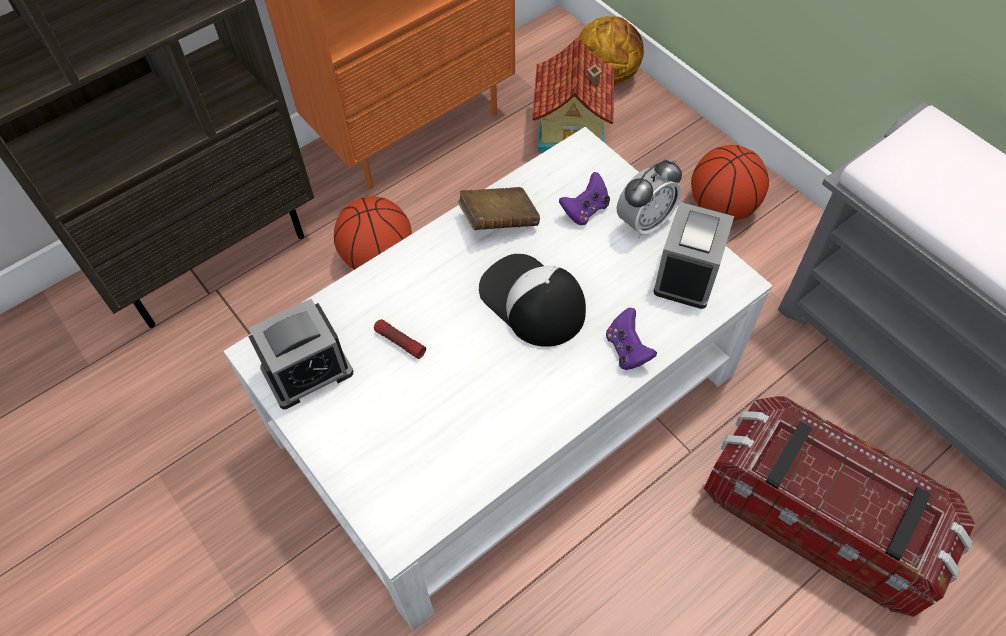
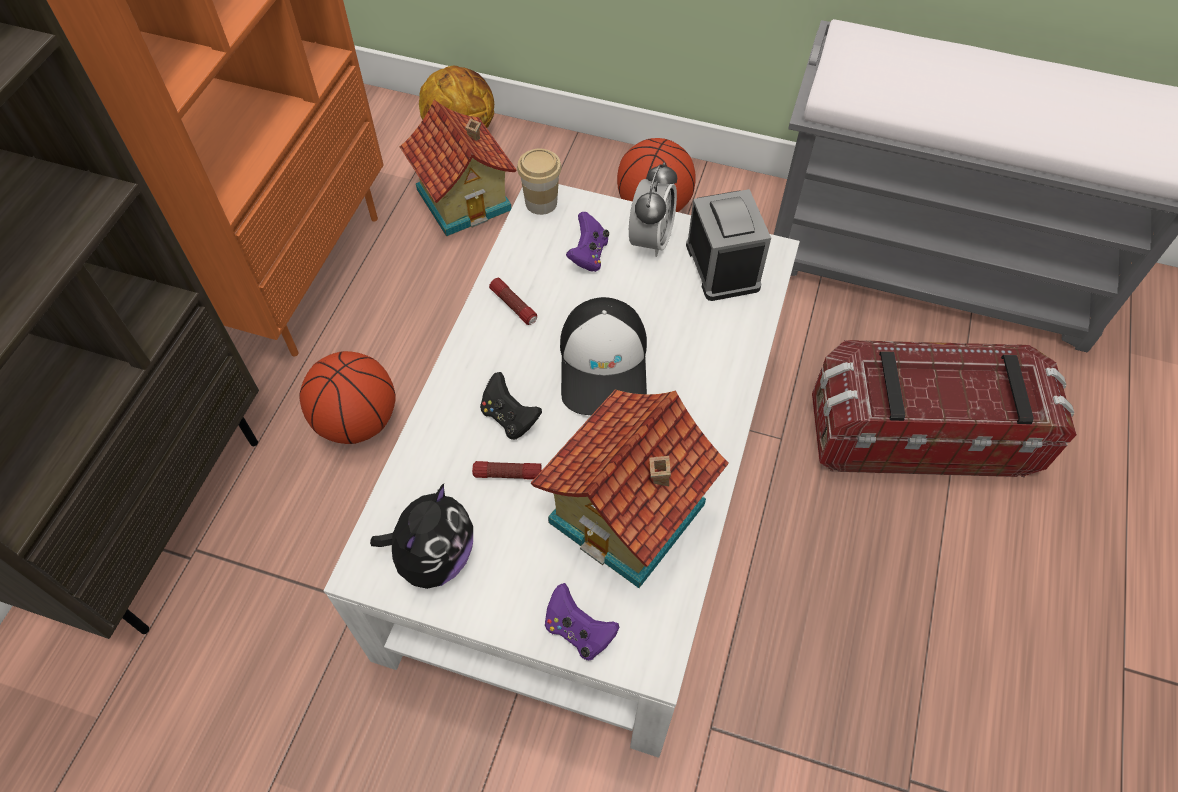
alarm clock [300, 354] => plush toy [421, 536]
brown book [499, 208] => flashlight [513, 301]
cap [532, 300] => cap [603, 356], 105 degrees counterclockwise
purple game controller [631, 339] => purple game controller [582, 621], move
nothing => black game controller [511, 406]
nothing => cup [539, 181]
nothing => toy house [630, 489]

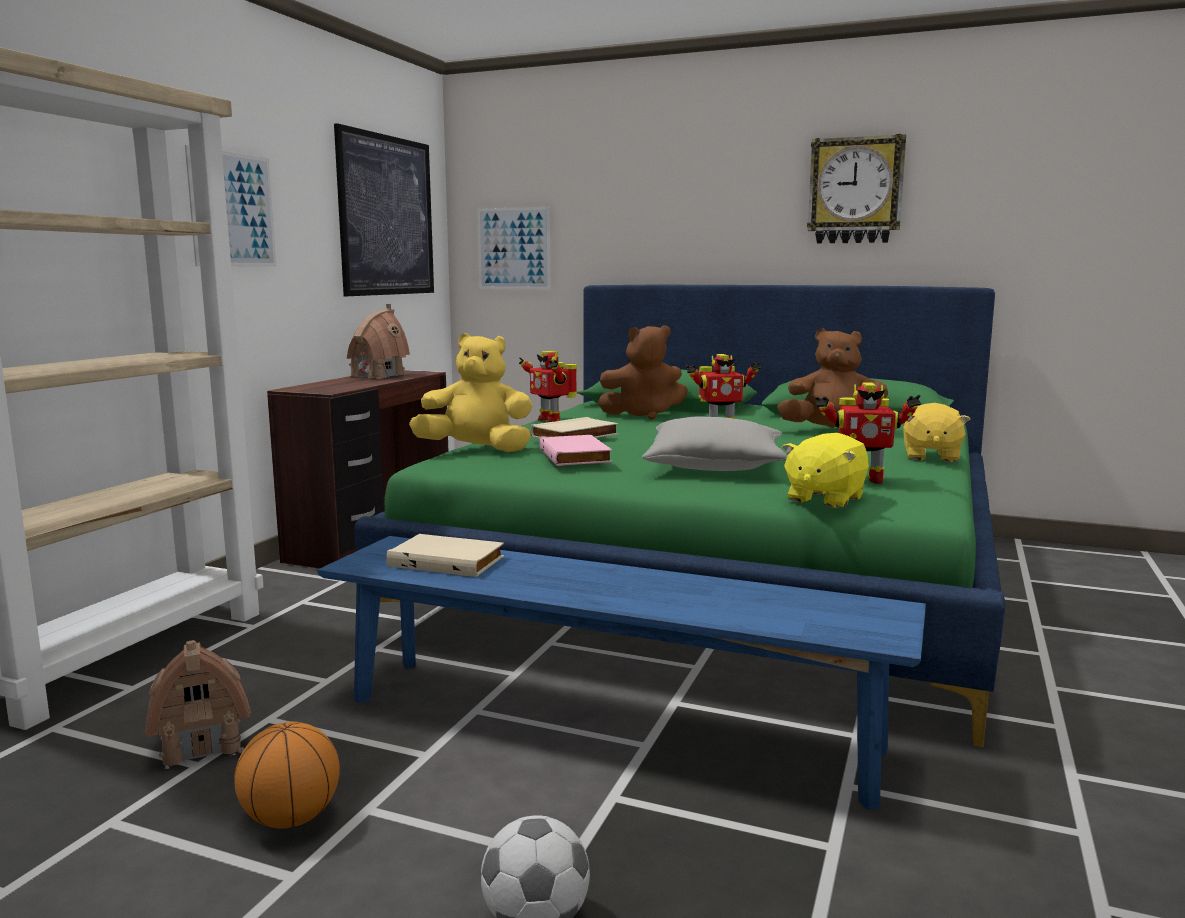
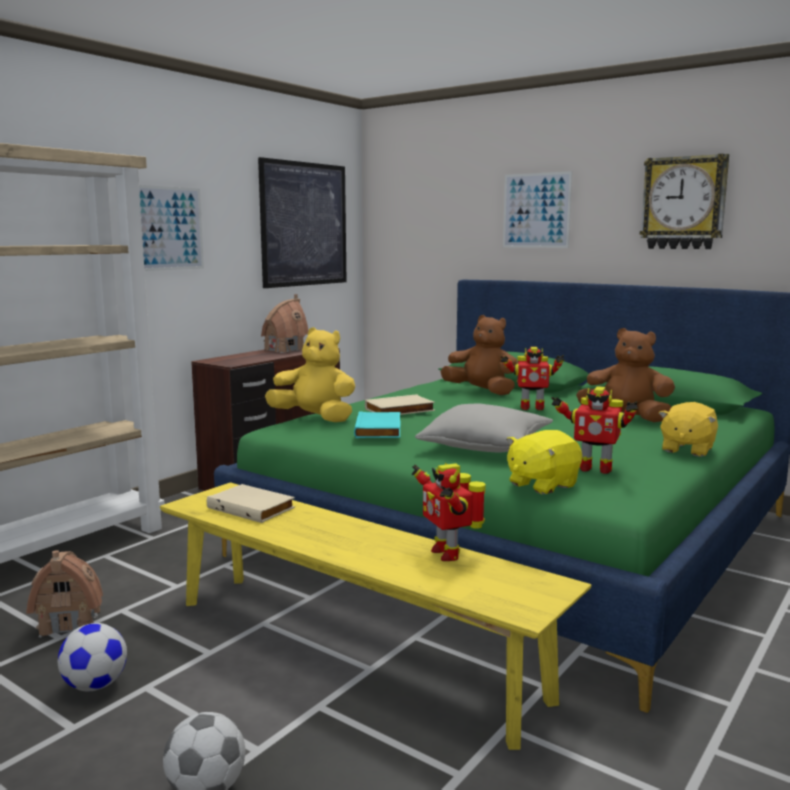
basketball [287, 775] => football [92, 657]
blue bench [621, 673] => yellow bench [376, 616]
picture [513, 248] => picture [537, 209], move
toy robot [548, 387] => toy robot [448, 512], move
pink book [575, 450] => turquoise book [377, 424]
brown plush toy [642, 372] => brown plush toy [479, 355], 150 degrees counterclockwise

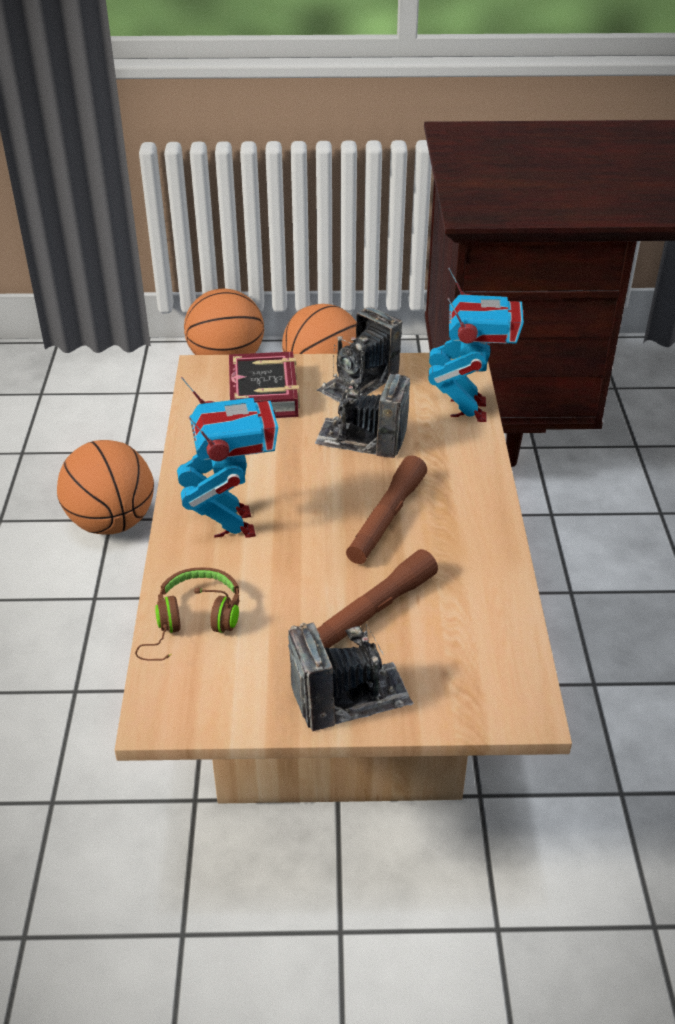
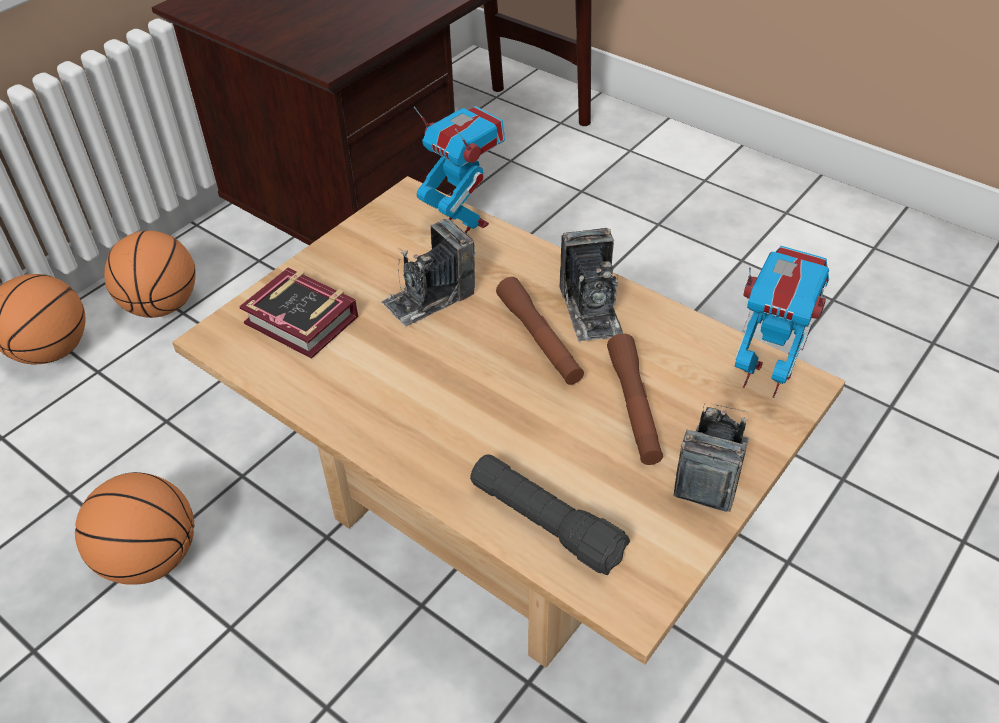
brown headphones [187, 614] => black flashlight [550, 514]
toy robot [227, 457] => toy robot [782, 322], move
photo camera [359, 354] => photo camera [591, 285], move

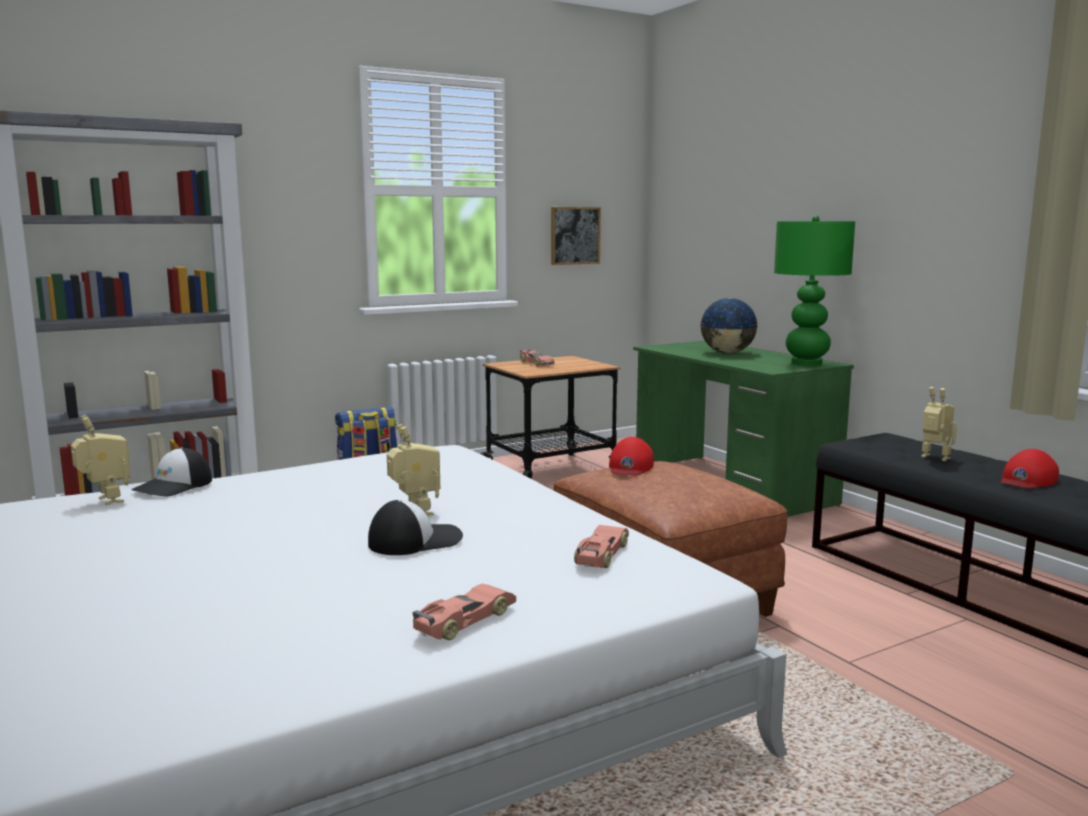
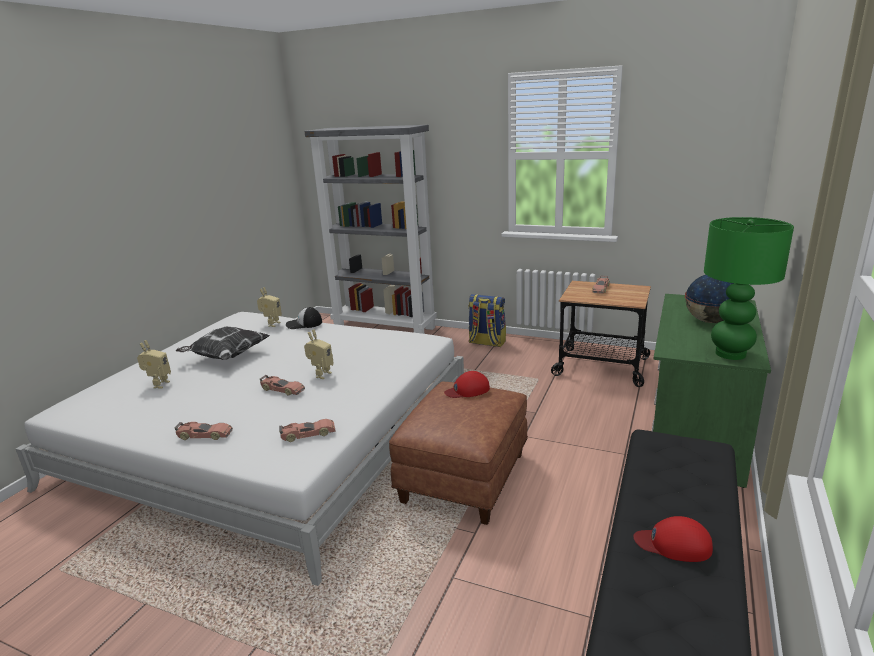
cap [415, 527] => toy car [282, 385]
picture [576, 236] => nothing
toy robot [939, 424] => toy robot [154, 364], move
nothing => pillow [223, 343]

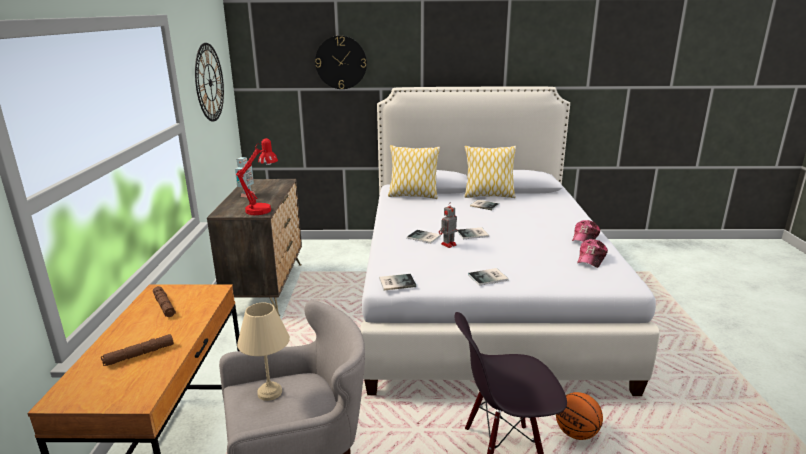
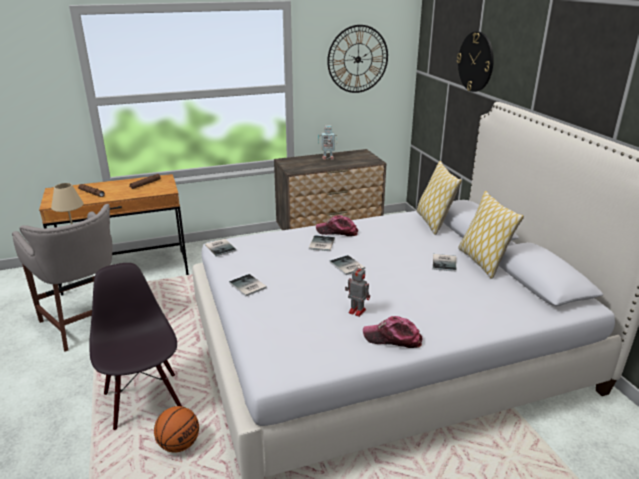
red table lamp [257, 176] => nothing
toy robot [448, 225] => toy robot [357, 291], move
cap [592, 253] => cap [337, 225], move

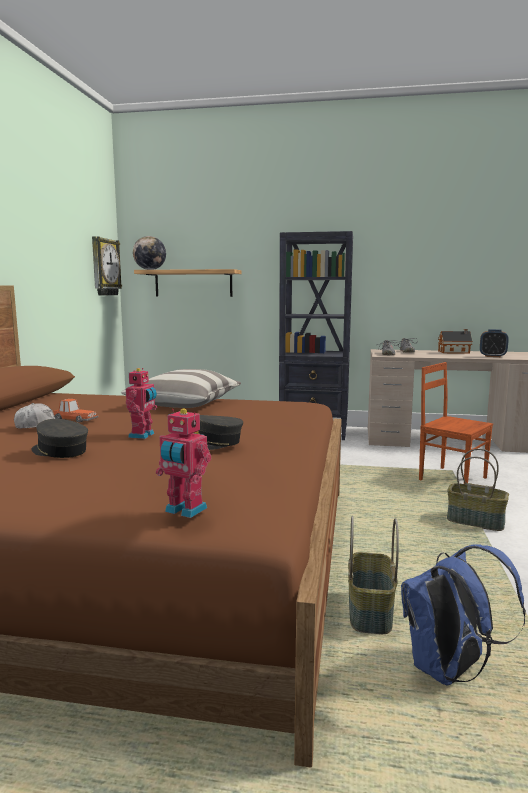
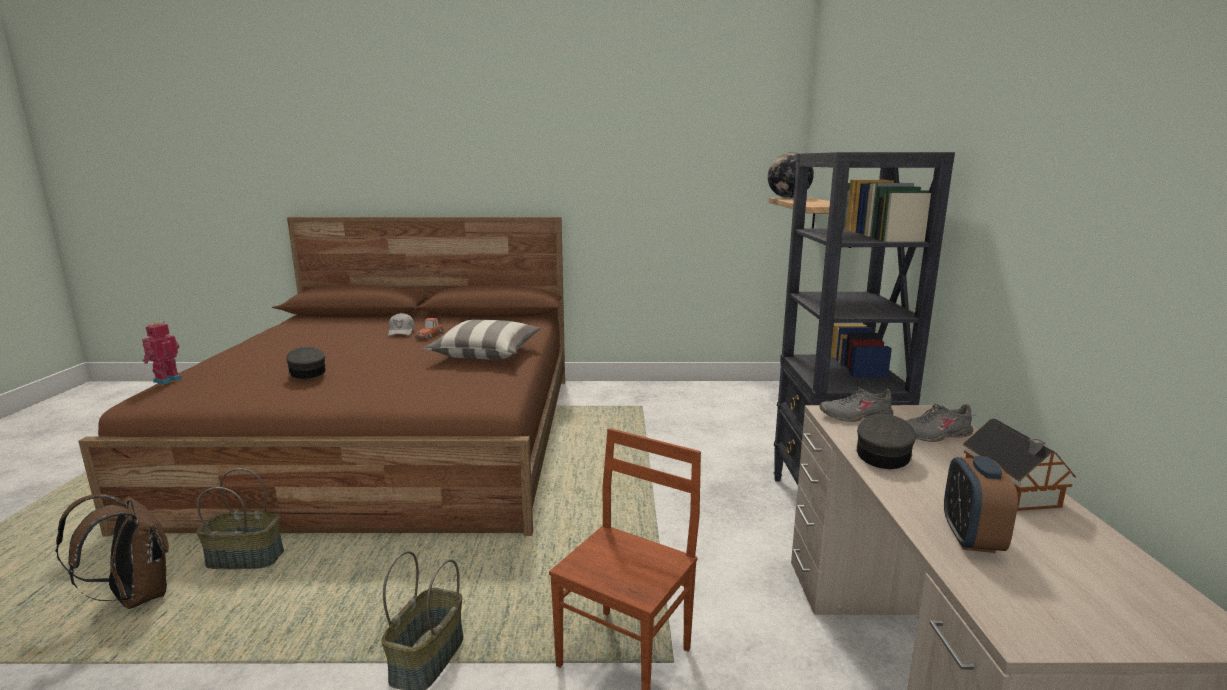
grey cap [60, 438] => grey cap [886, 441], move
wall clock [107, 266] => nothing
toy robot [141, 403] => nothing
blue backpack [463, 615] => brown backpack [112, 551]

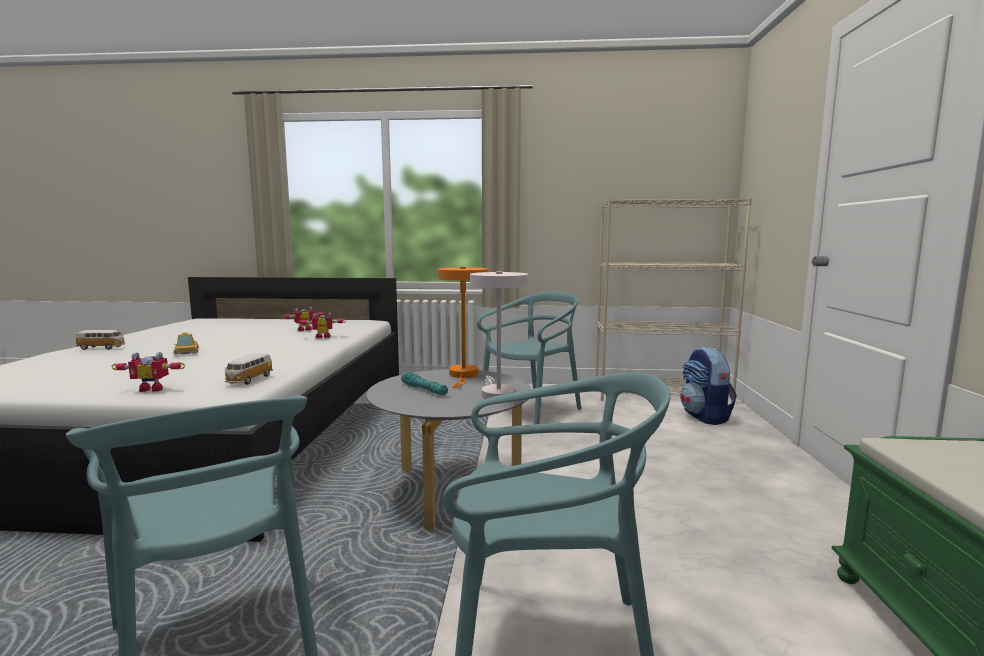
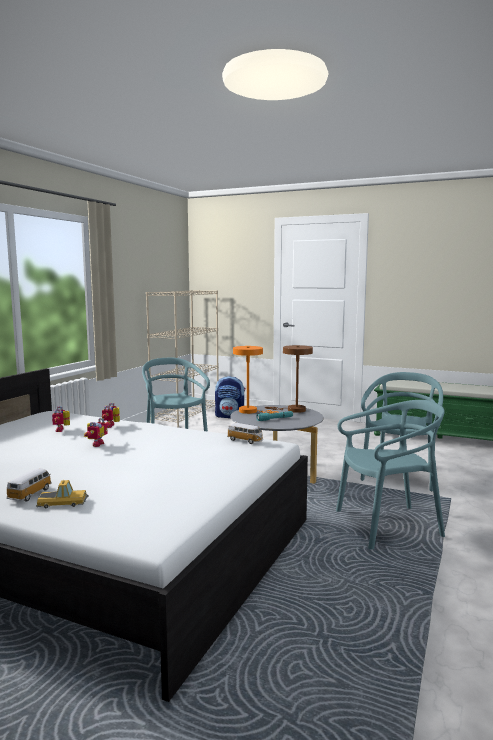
toy robot [148, 372] => toy robot [97, 432], move
toy car [186, 344] => toy car [62, 494], move
white table lamp [499, 335] => brown table lamp [289, 379]

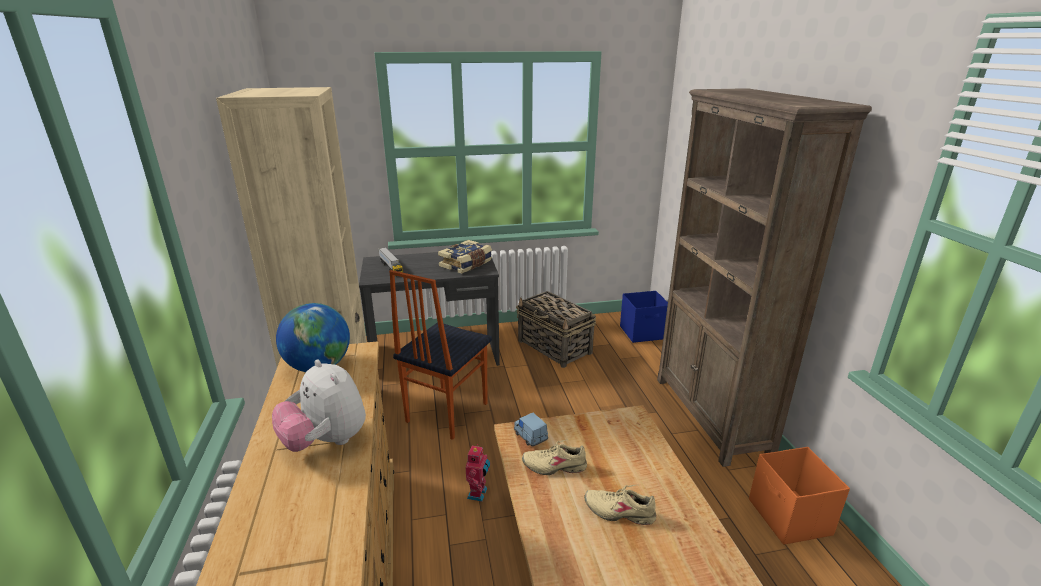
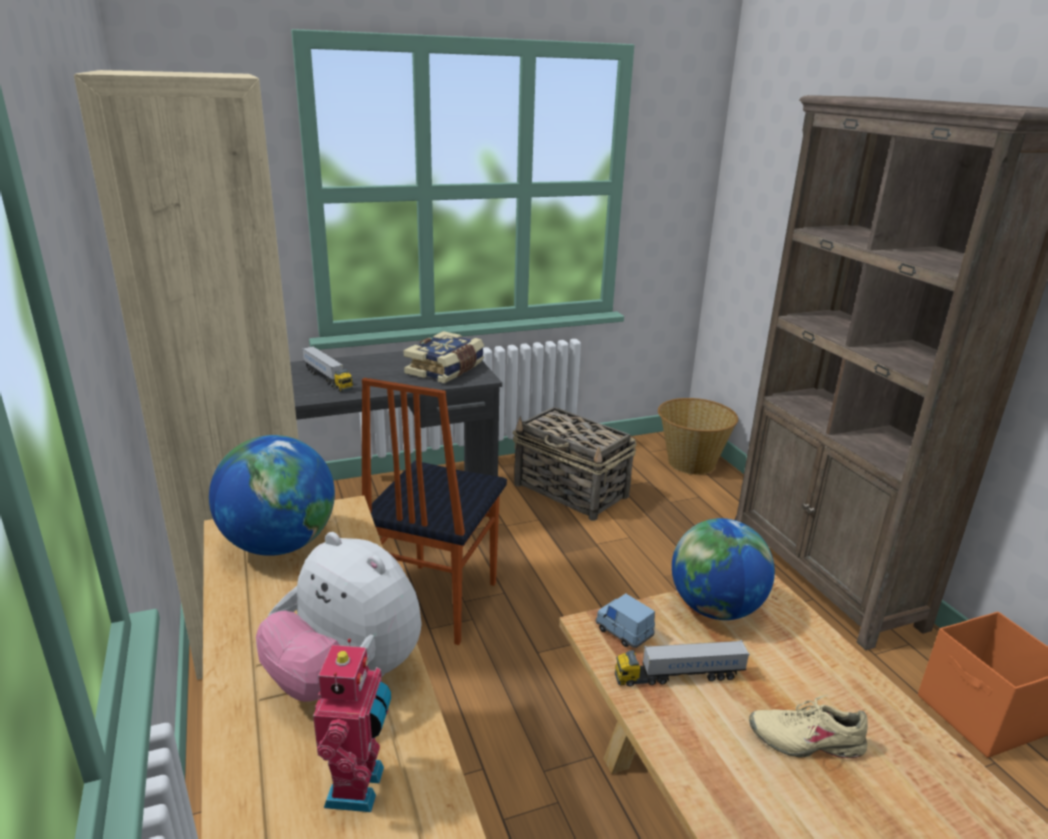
toy robot [478, 473] => toy robot [352, 725], move
beige shoe [554, 457] => toy truck [682, 663]
blue storage box [644, 317] => basket [698, 436]
nothing => globe [723, 569]

